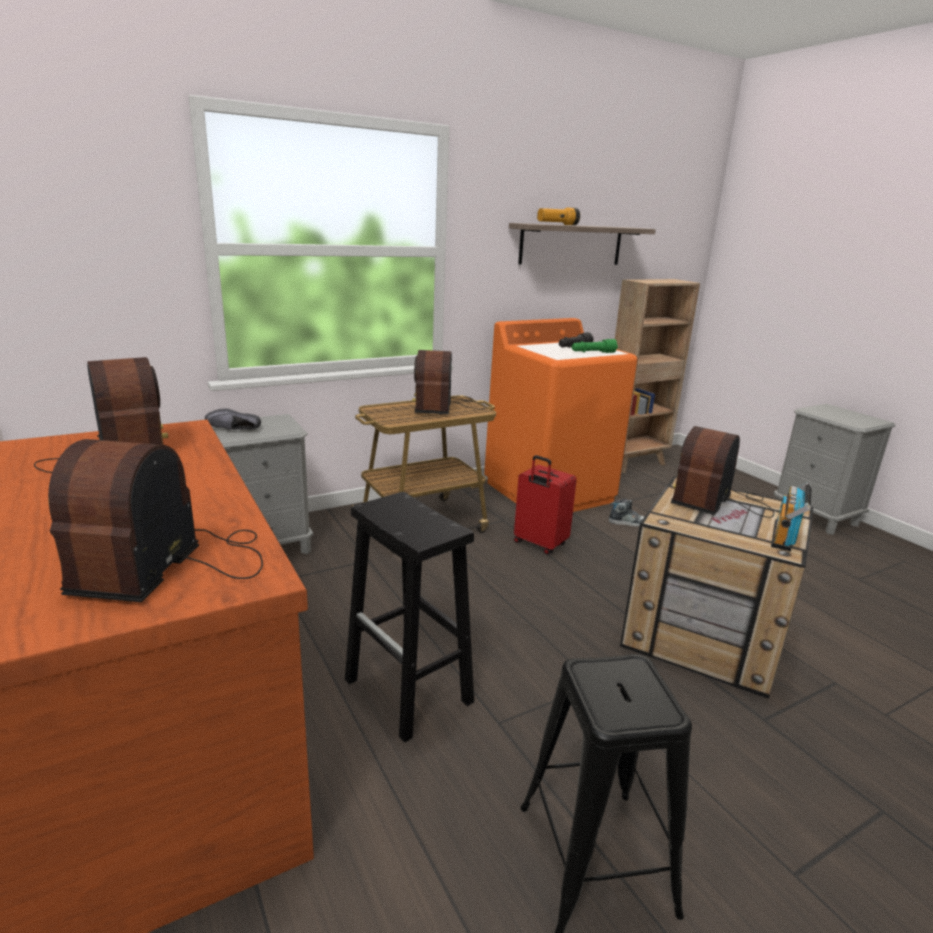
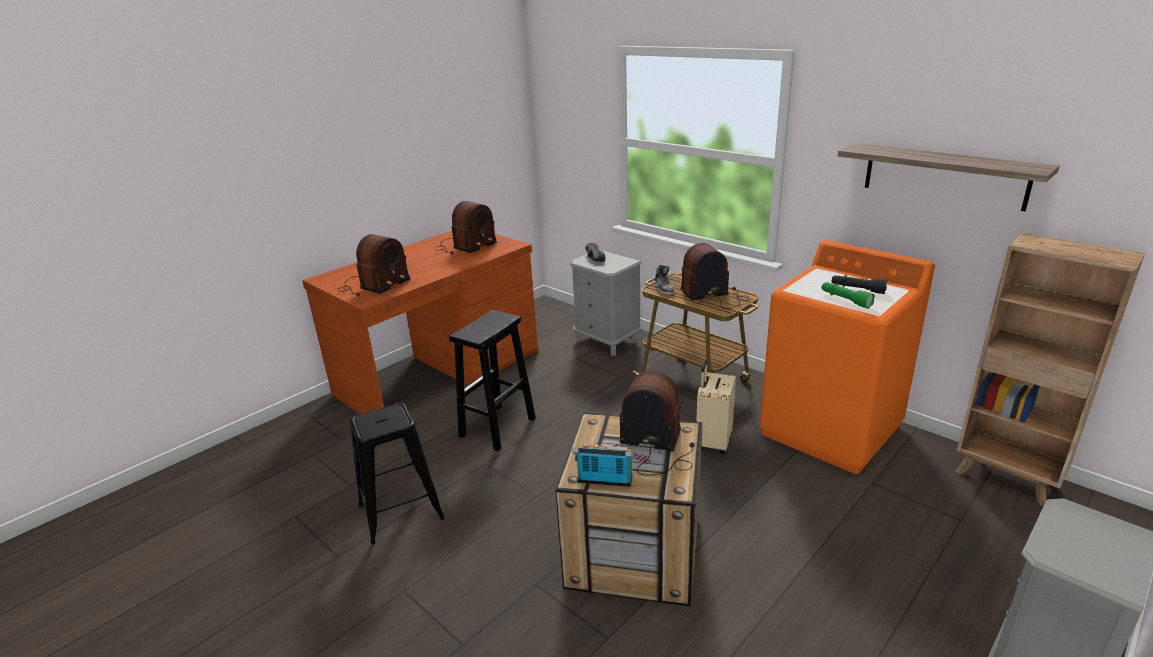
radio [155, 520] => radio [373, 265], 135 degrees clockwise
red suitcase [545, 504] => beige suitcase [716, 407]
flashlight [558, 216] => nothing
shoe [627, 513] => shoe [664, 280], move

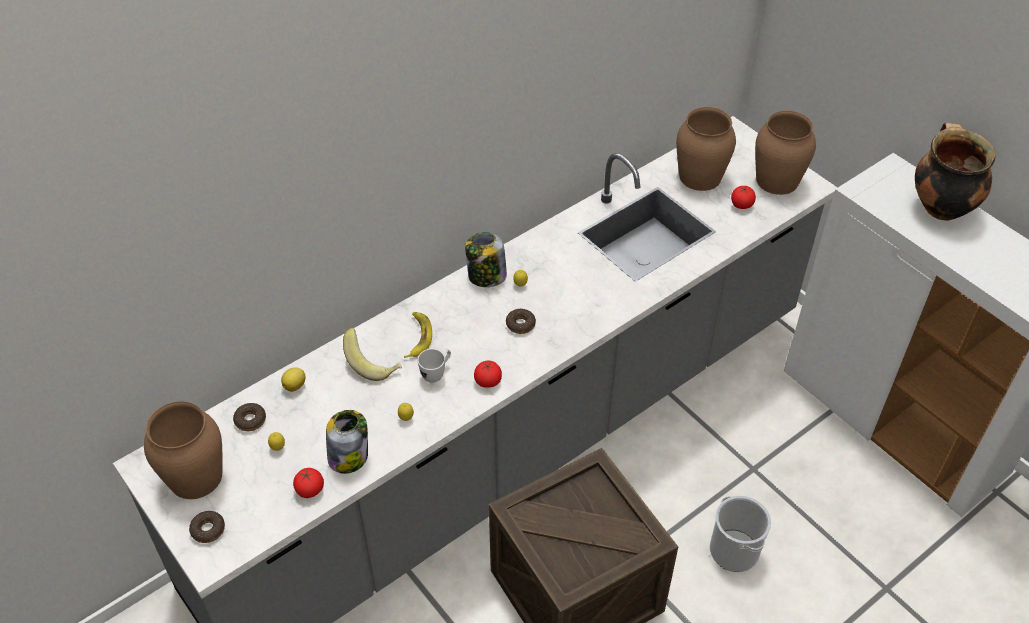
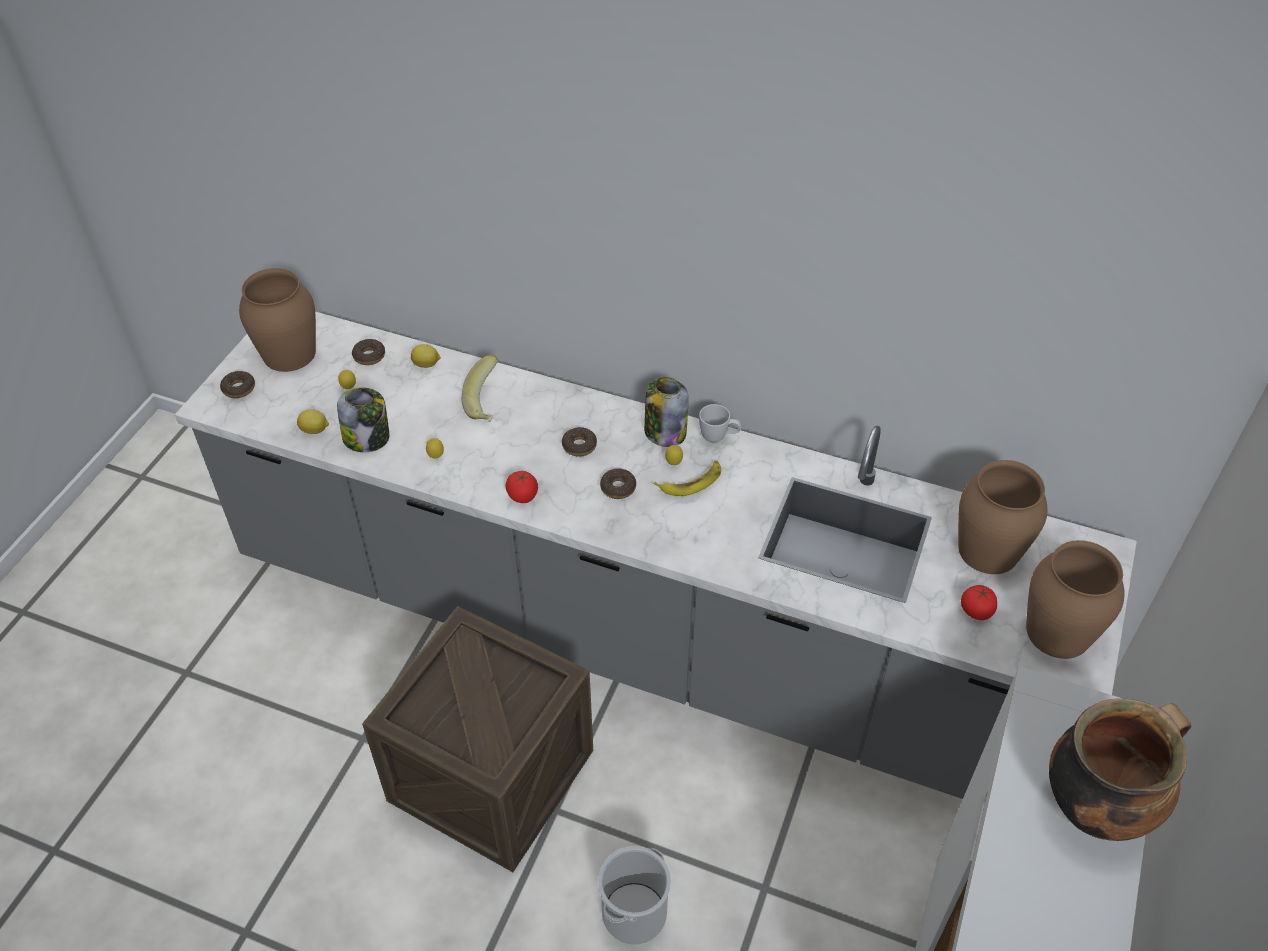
tomato [308, 483] => lemon [313, 421]
banana [418, 335] => banana [687, 478], move
white mug [434, 366] => white mug [720, 423], move
nothing => donut [579, 442]

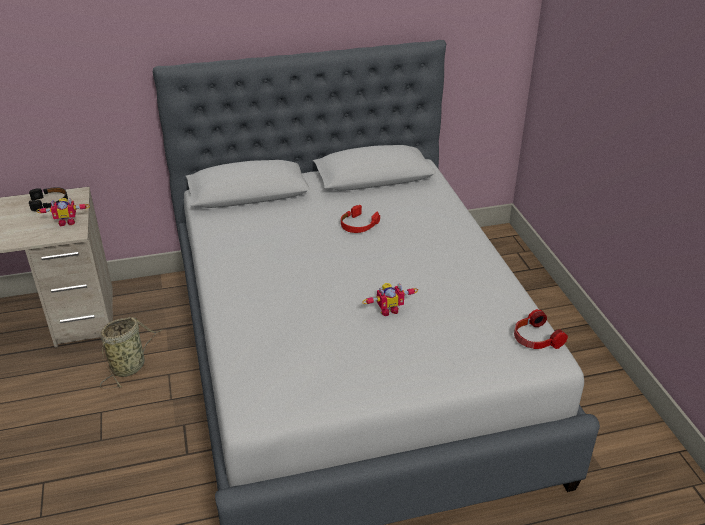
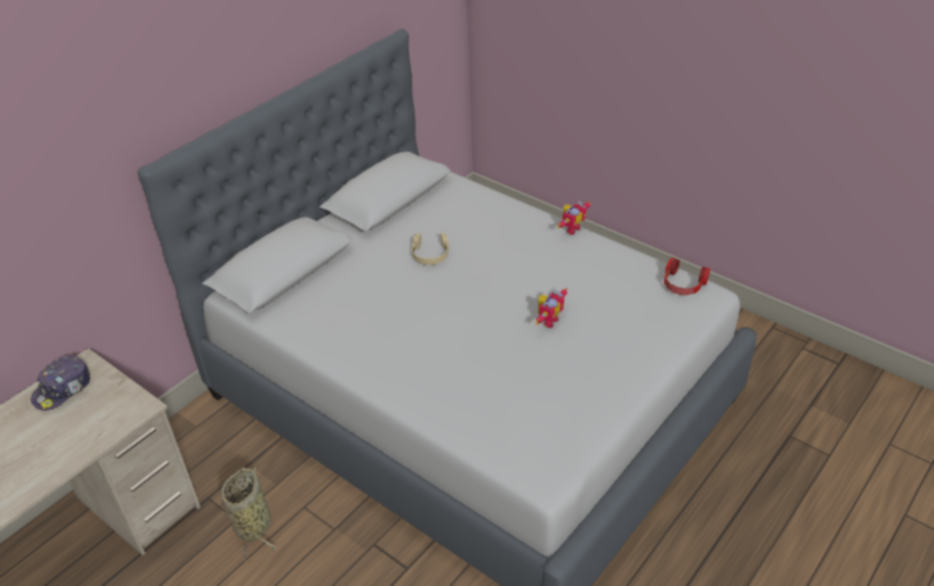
black headphones [48, 199] => cap [60, 383]
toy robot [63, 212] => toy robot [574, 218], move
red headphones [360, 219] => beige headphones [430, 248]

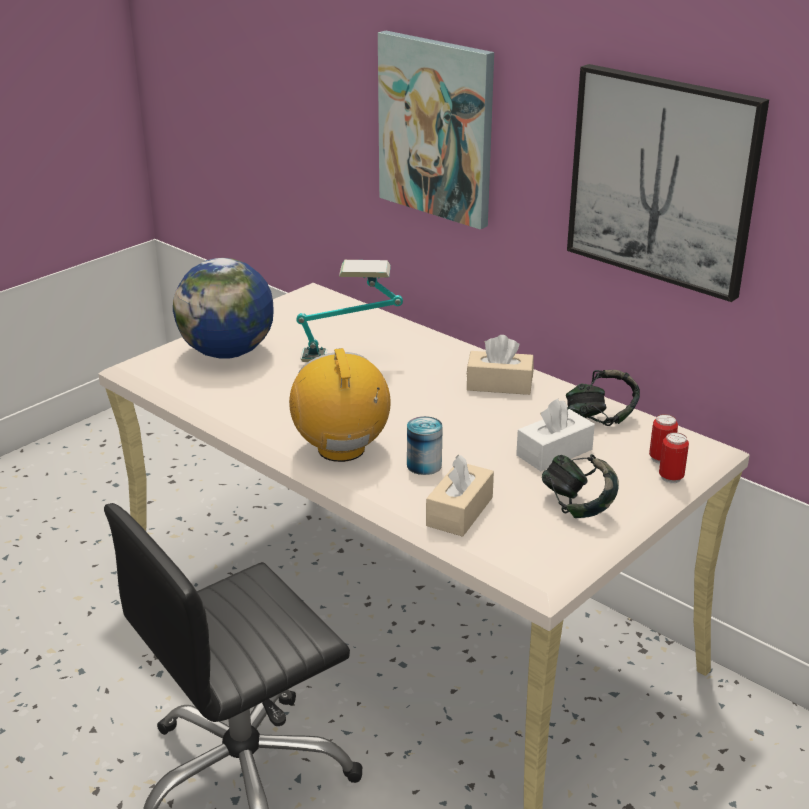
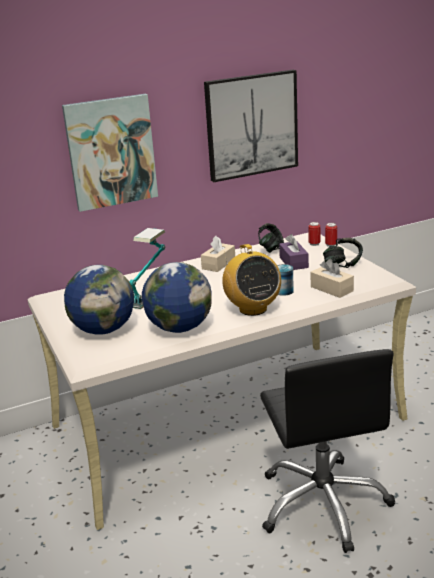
radio [340, 405] => radio [251, 280], 120 degrees counterclockwise
white tissue box [555, 435] => purple tissue box [294, 252]
nothing => globe [177, 297]

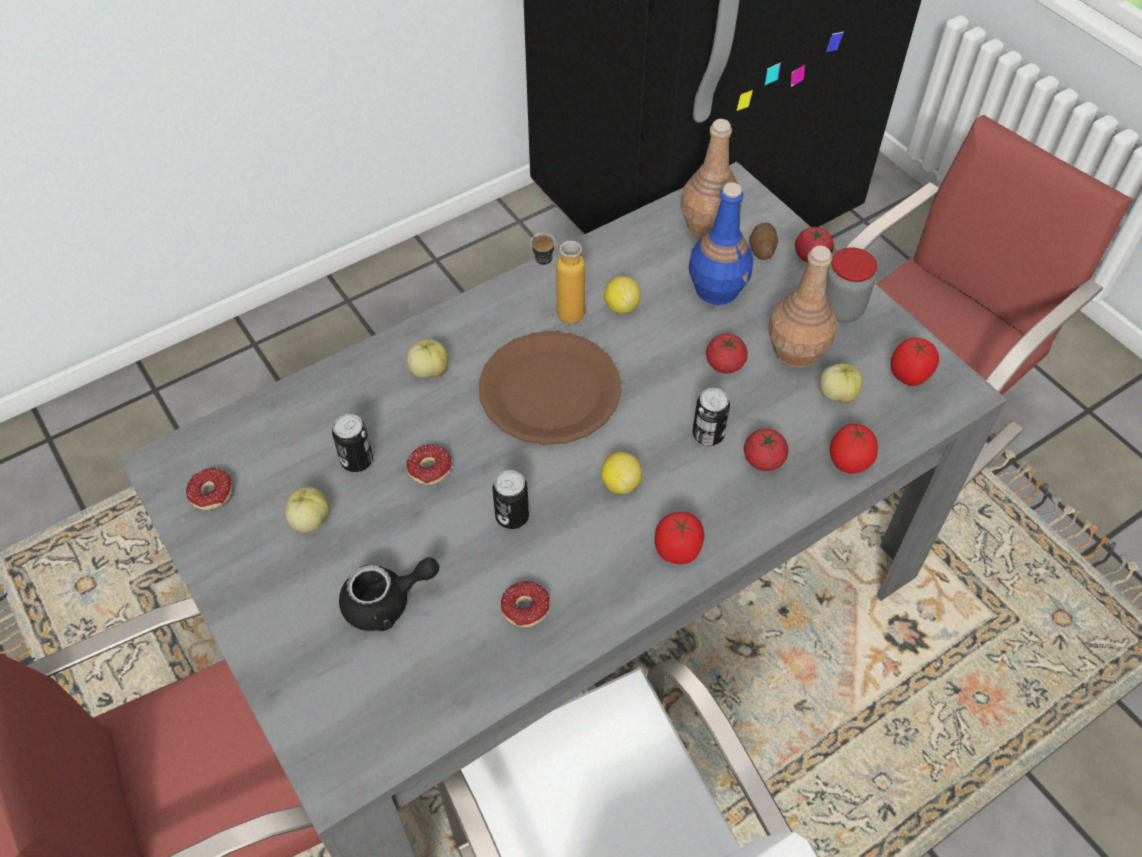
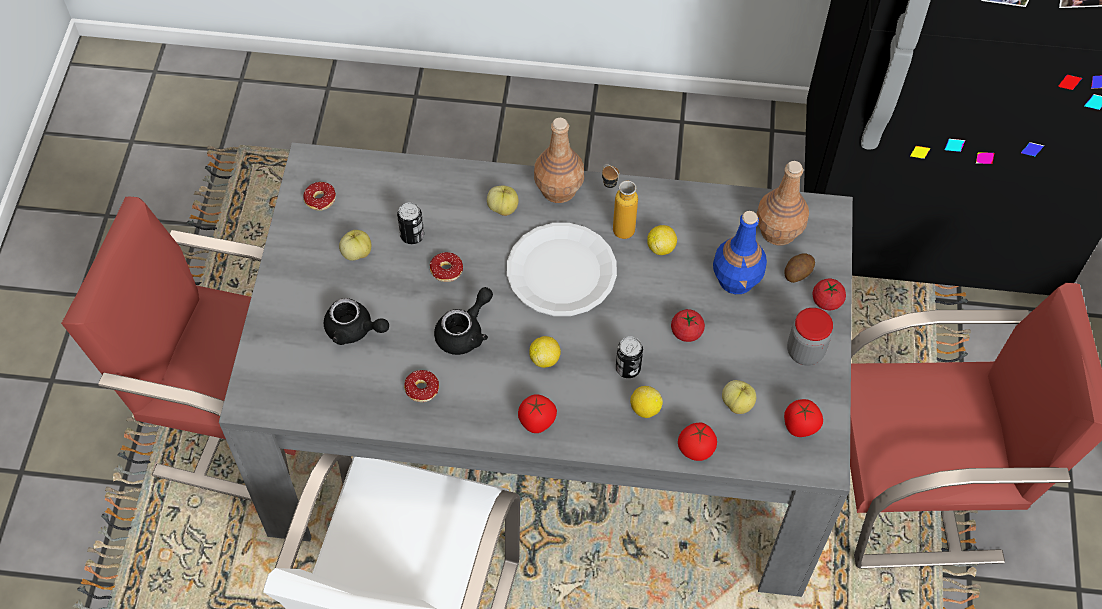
brown plate [550, 388] => white plate [562, 269]
can [510, 499] => black teapot [463, 321]
tomato [766, 449] => lemon [646, 402]
brown bottle [802, 307] => brown bottle [559, 160], move

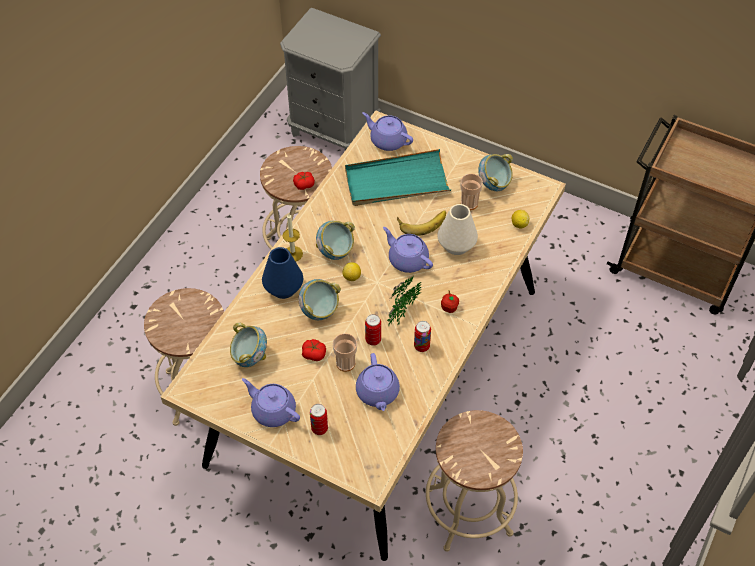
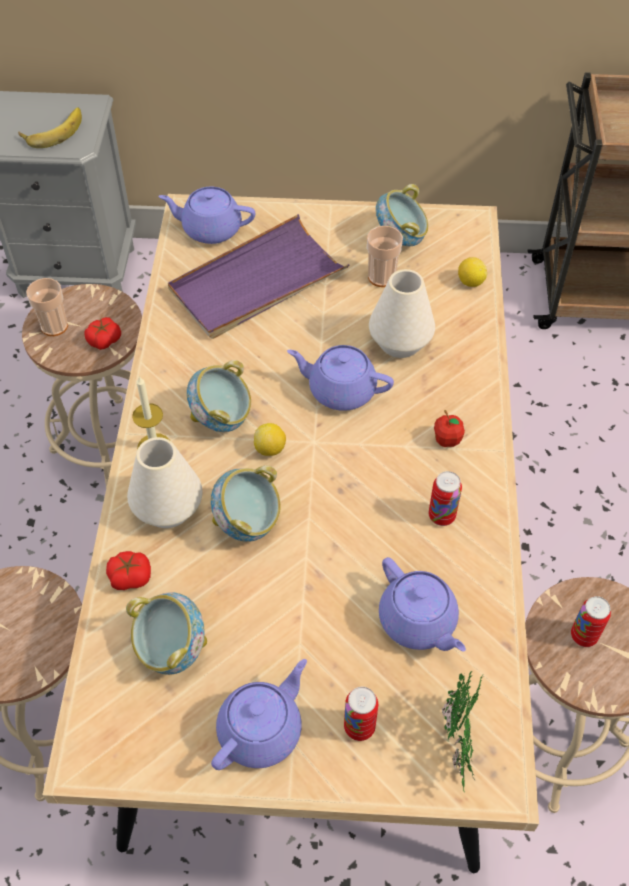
purple teapot [271, 402] => purple teapot [259, 714], 120 degrees clockwise
blue vase [282, 273] => white vase [165, 482]
tomato [314, 350] => tomato [128, 570], move
cup [345, 352] => cup [47, 307], move
turquoise tray [398, 177] => purple tray [258, 276]
can [373, 330] => can [591, 621], move
potted plant [404, 301] => potted plant [463, 731], move
banana [421, 223] => banana [50, 127], move

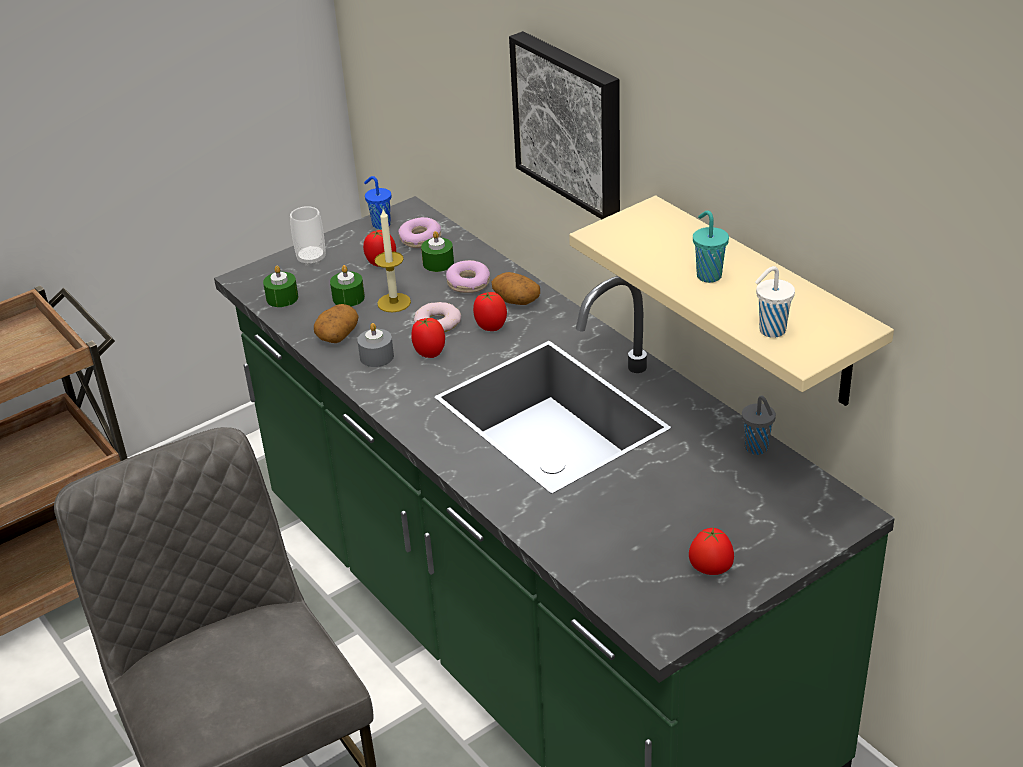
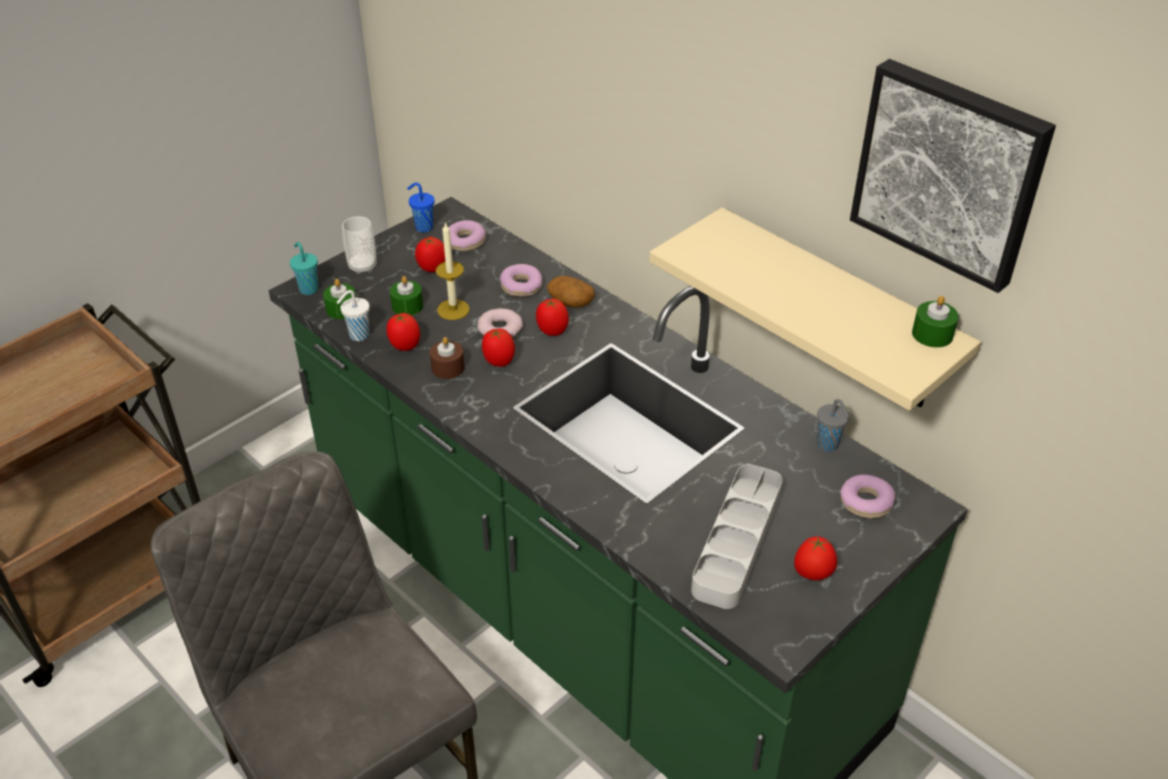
potato [336, 323] => tomato [403, 332]
grey candle [375, 345] => brown candle [447, 358]
green candle [437, 251] => green candle [935, 322], move
picture [564, 125] => picture [953, 176], move
turquoise cup [711, 247] => turquoise cup [304, 268], move
white cup [775, 302] => white cup [353, 315], move
nothing => grey tray [737, 536]
nothing => donut [867, 497]

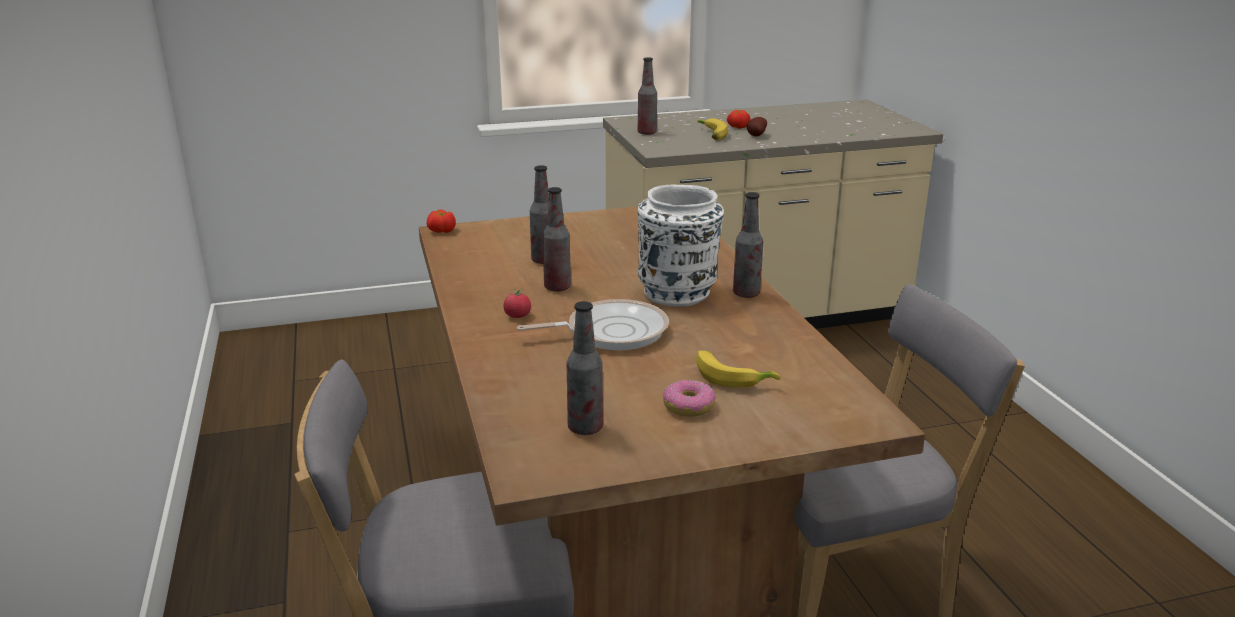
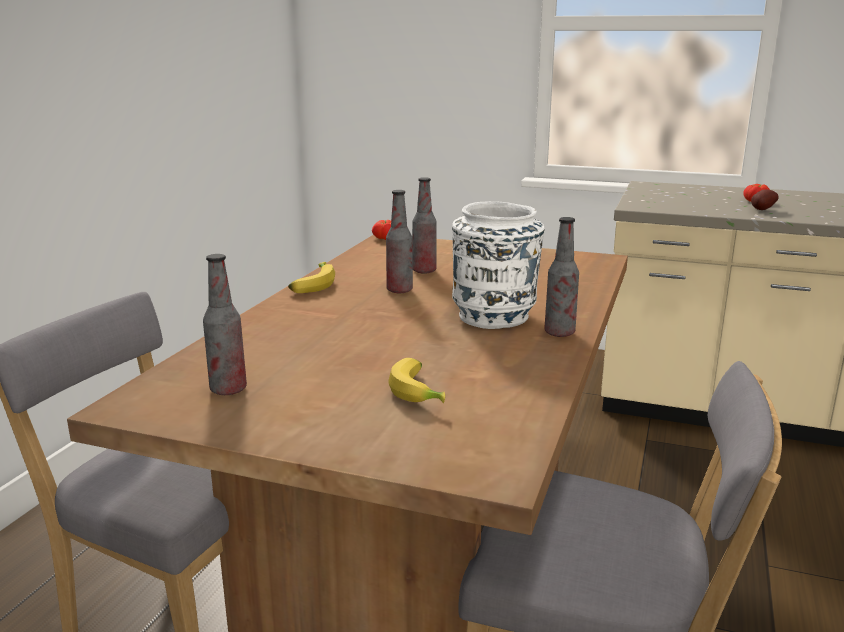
tomato [517, 303] => nothing
frying pan [593, 324] => nothing
bottle [647, 96] => nothing
donut [689, 398] => nothing
banana [712, 129] => banana [311, 277], move

